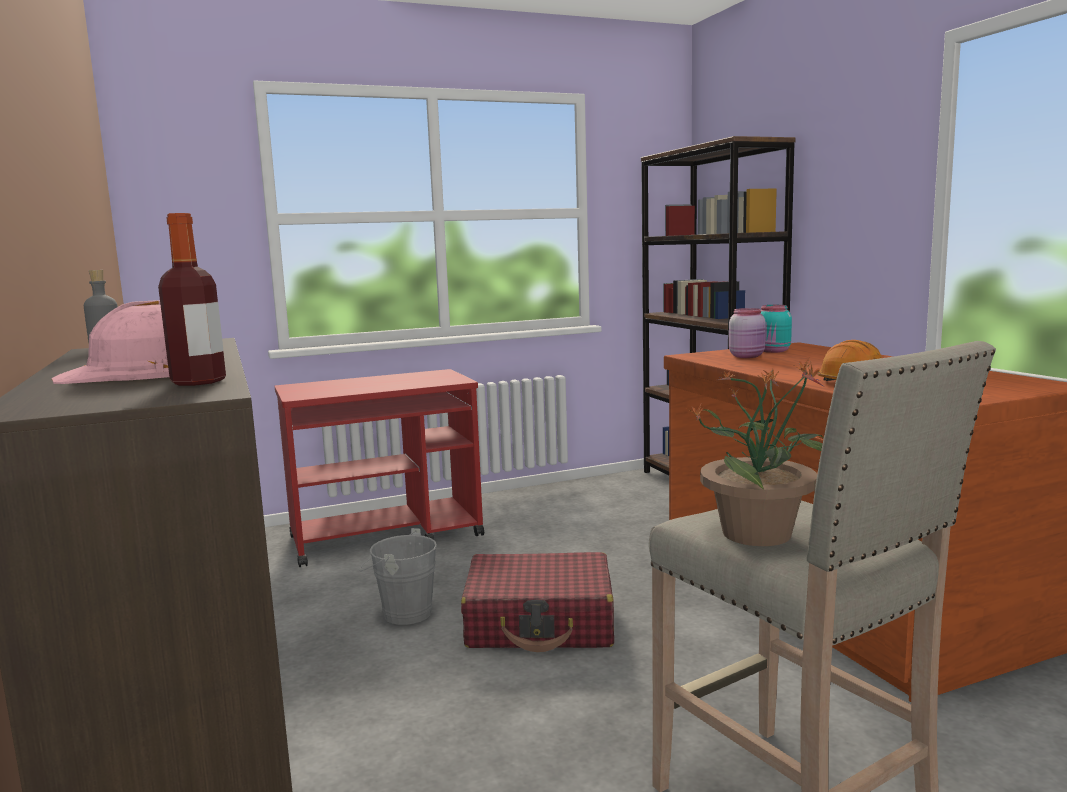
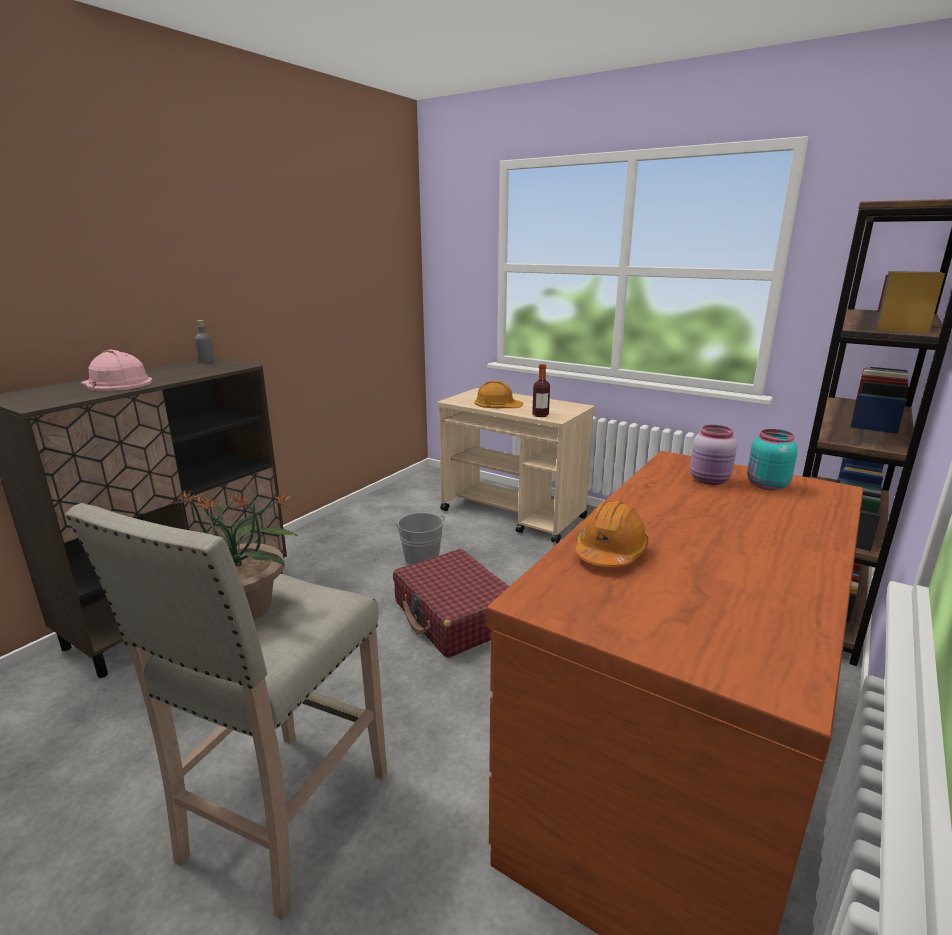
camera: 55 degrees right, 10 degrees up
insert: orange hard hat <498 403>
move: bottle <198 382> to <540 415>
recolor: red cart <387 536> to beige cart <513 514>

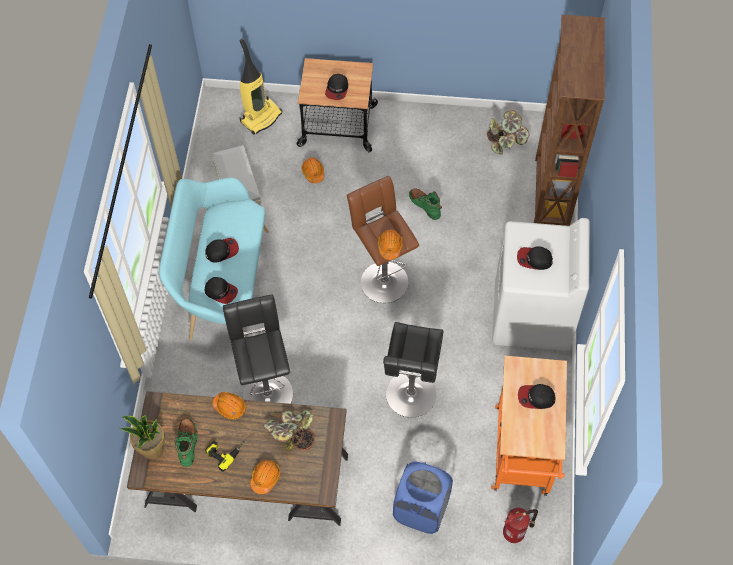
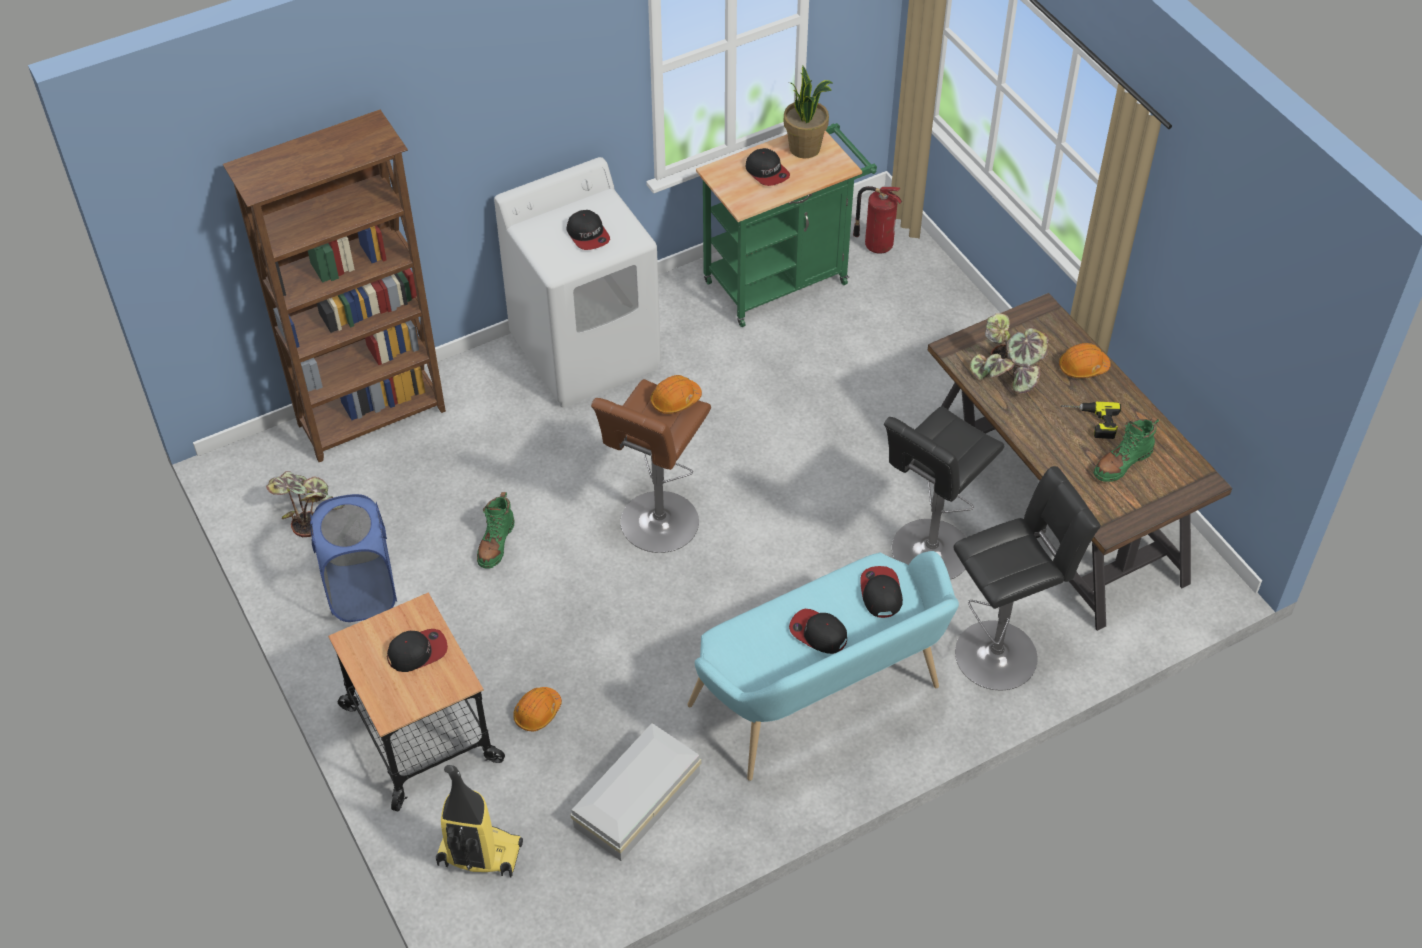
camera: 125 degrees left, 10 degrees down
delete: orange hard hat <230 407>
move: black stool <410 398> to <1001 652>; potted plant <152 448> to <805 148>; blue laundry basket <421 510> to <362 592>
recolor: orange cart <521 456> to green cart <783 278>

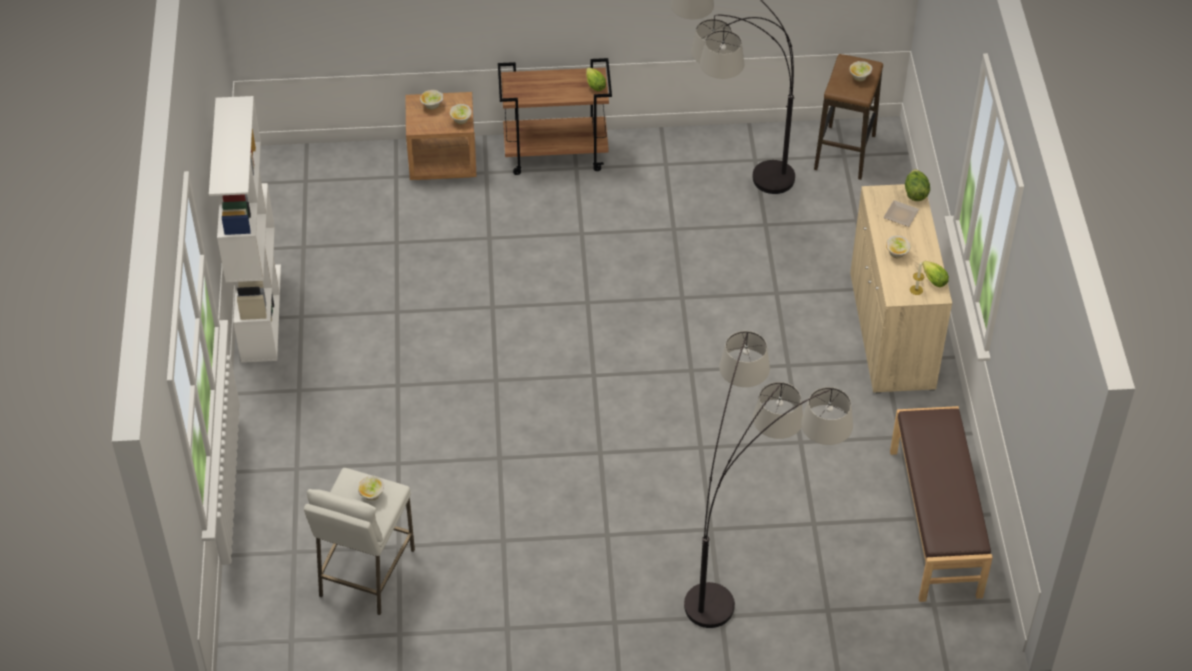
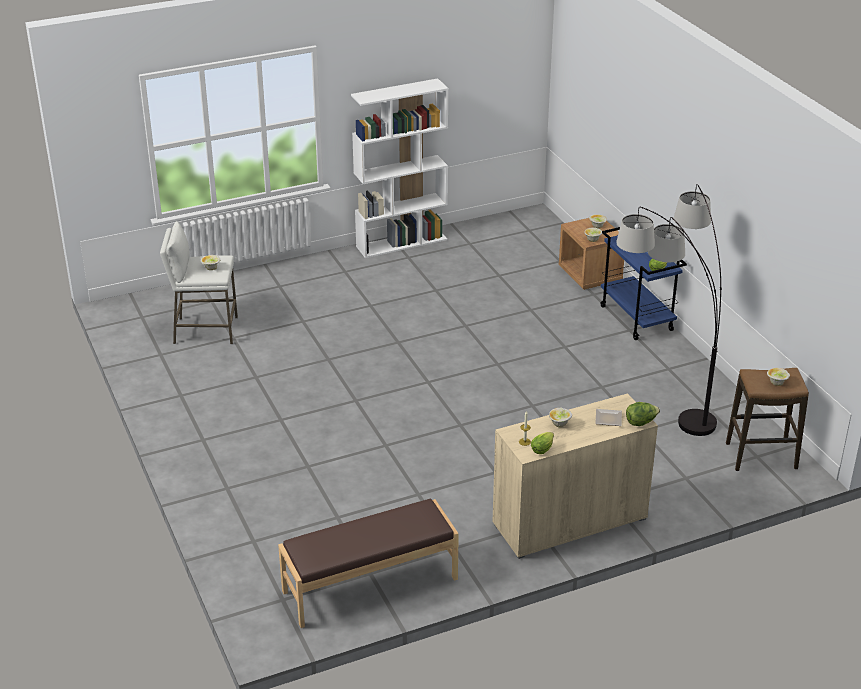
camera: 70 degrees right, 15 degrees down
delete: floor lamp <749 569>
recolor: brown cart <556 154> to blue cart <637 318>

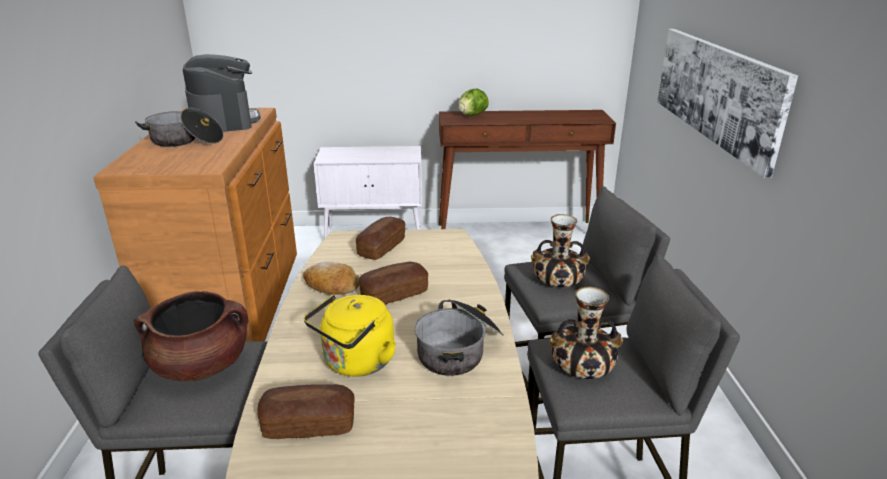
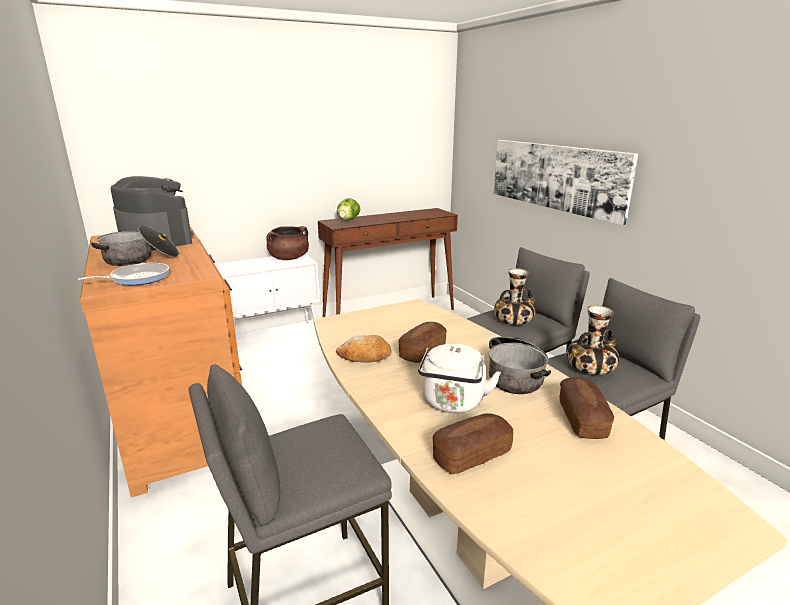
camera: 25 degrees left, 5 degrees down
insert: frying pan <137 278>
move: bread <382 247> to <582 419>; brown cooking pot <202 365> to <289 258>
recolor: yellow kettle <356 363> to white kettle <453 403>

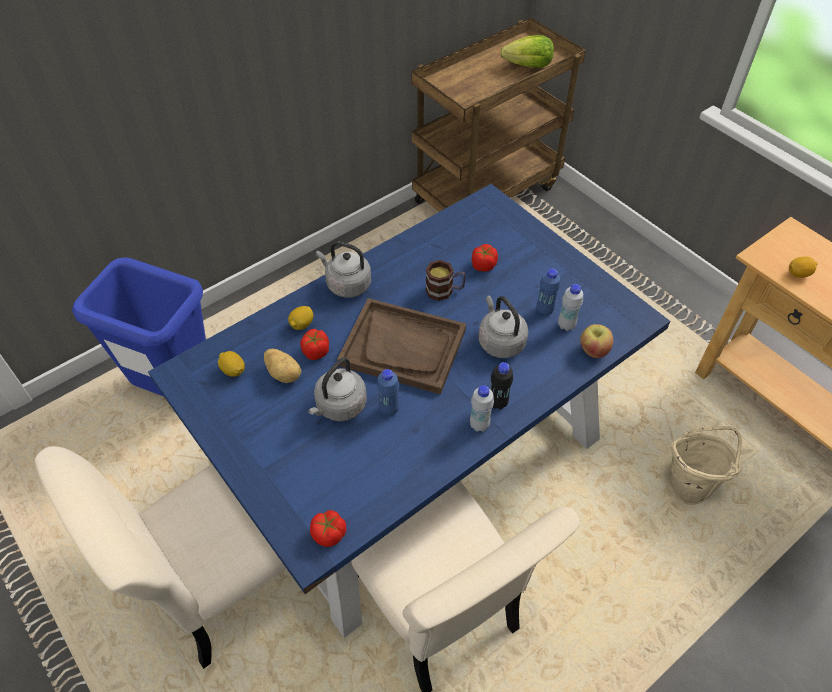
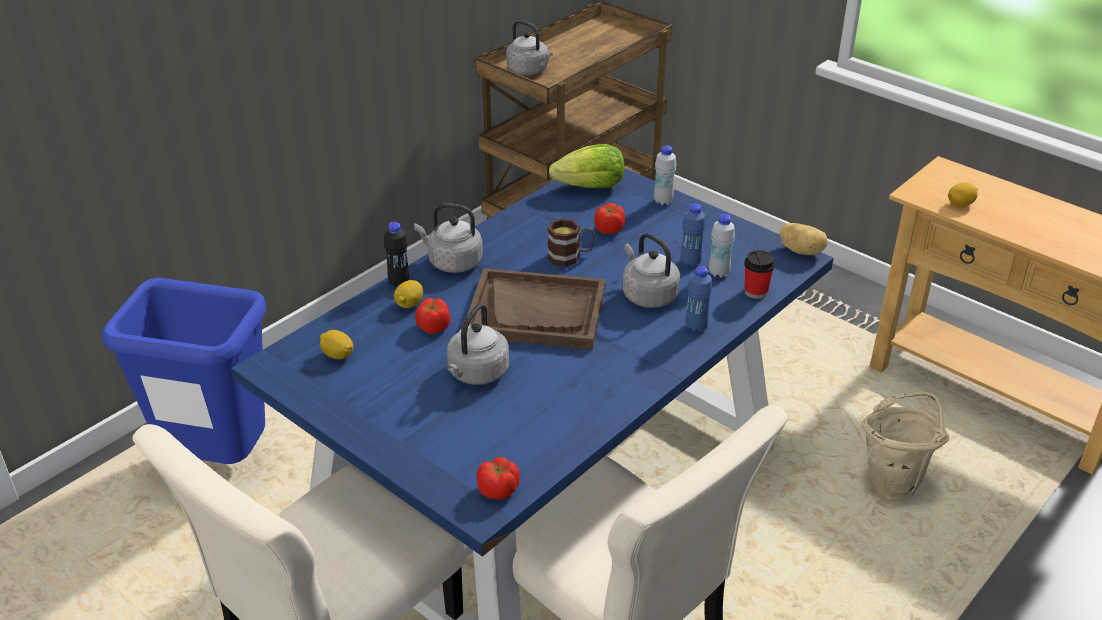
camera: 10 degrees left, 15 degrees down
insert: grey kettle <529 71>
move: lettuce <528 66> to <591 187>; potato <284 373> to <802 251>; black bottle <498 403> to <399 281>; blue bottle <389 409> to <696 327>; white bottle <479 425> to <663 201>
replace: apple <593 350> to cup <756 292>

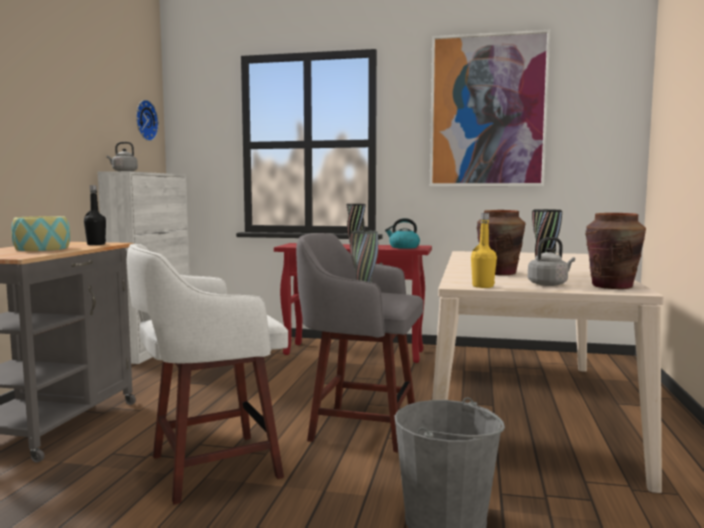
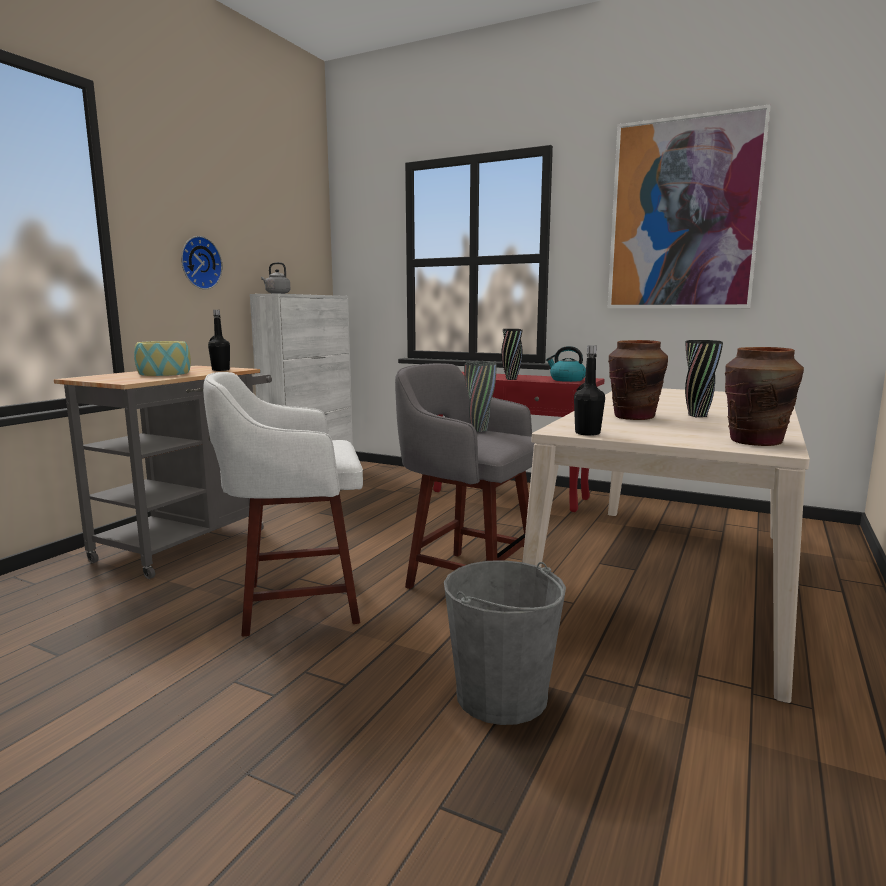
camera: 15 degrees right, 5 degrees up
delete: grey kettle <549 284>
move: wall clock <144 120> to <199 263>
recolor: yellow bottle <483 286> to black bottle <587 433>

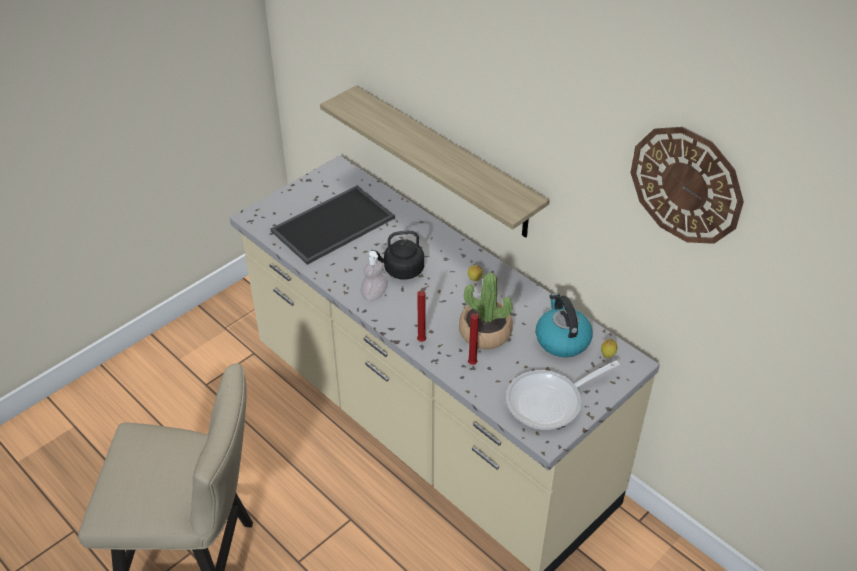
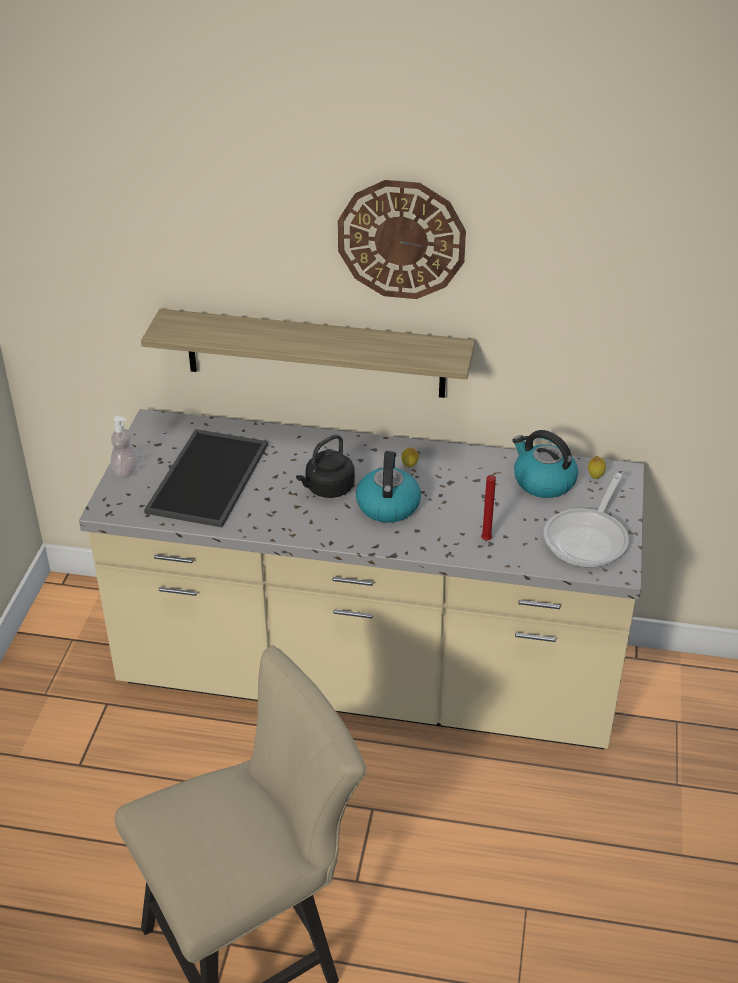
camera: 35 degrees left, 5 degrees down
delete: potted plant <485 332>; red candle <423 340>
insert: kettle <387 505>
move: wall clock <686 185> to <401 239>; soap dispenser <374 294> to <125 471>

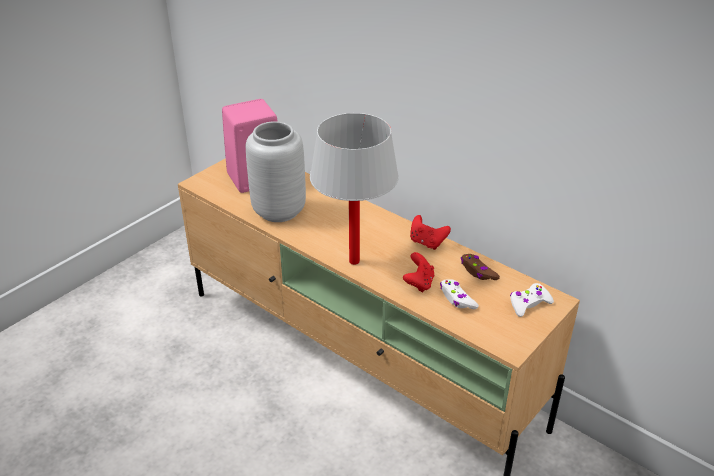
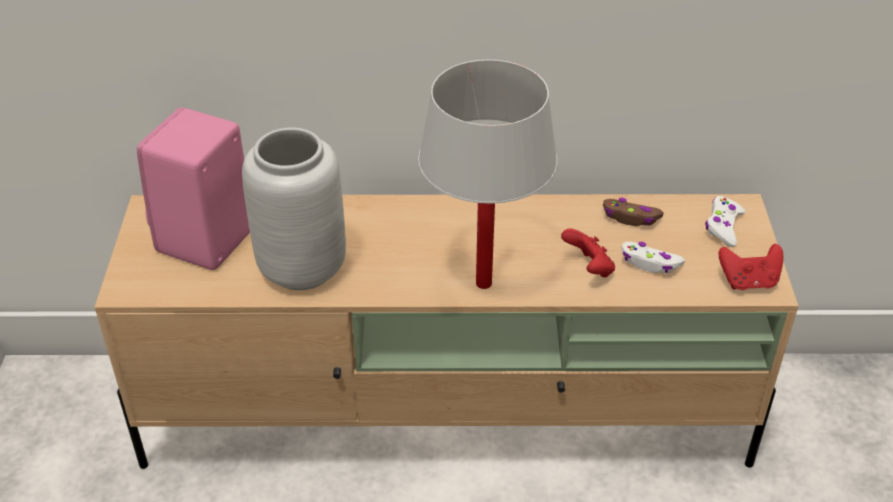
camera: 40 degrees left, 5 degrees up
move: red game controller <427 243> to <748 281>

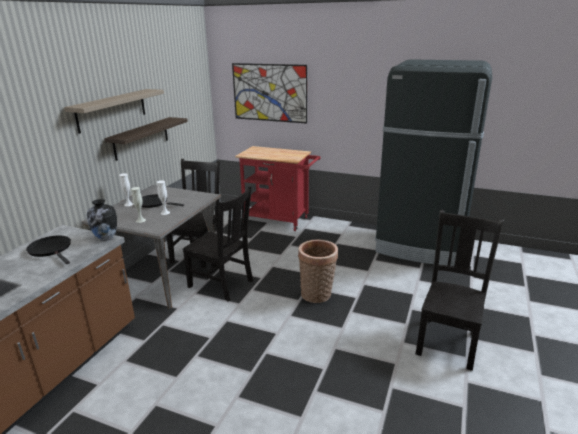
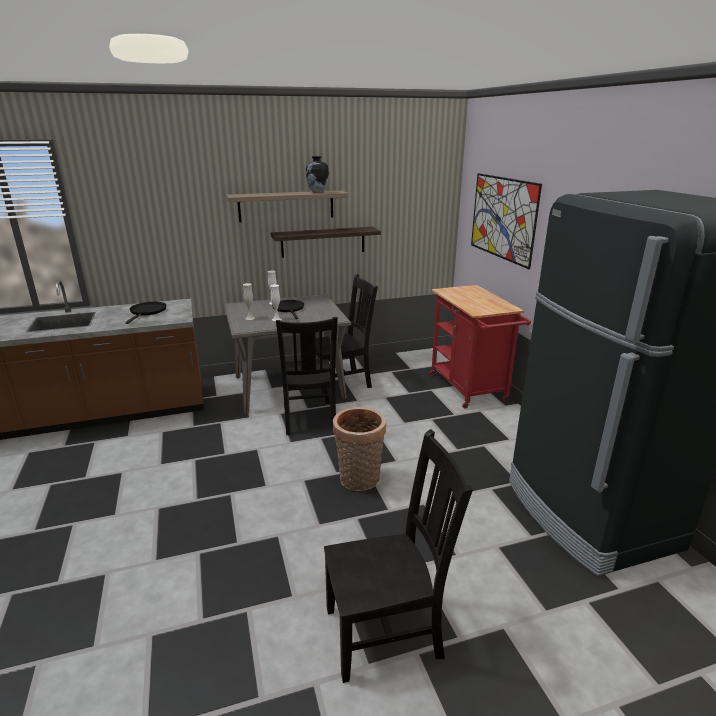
camera: 50 degrees right, 0 degrees up
move: vase <106 238> to <317 192>

